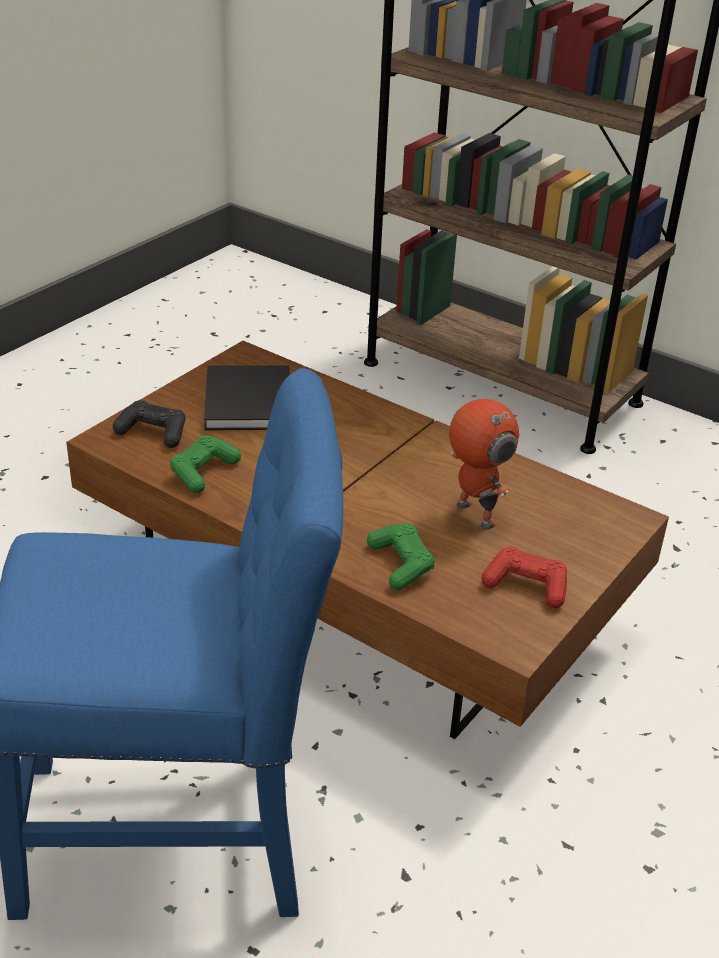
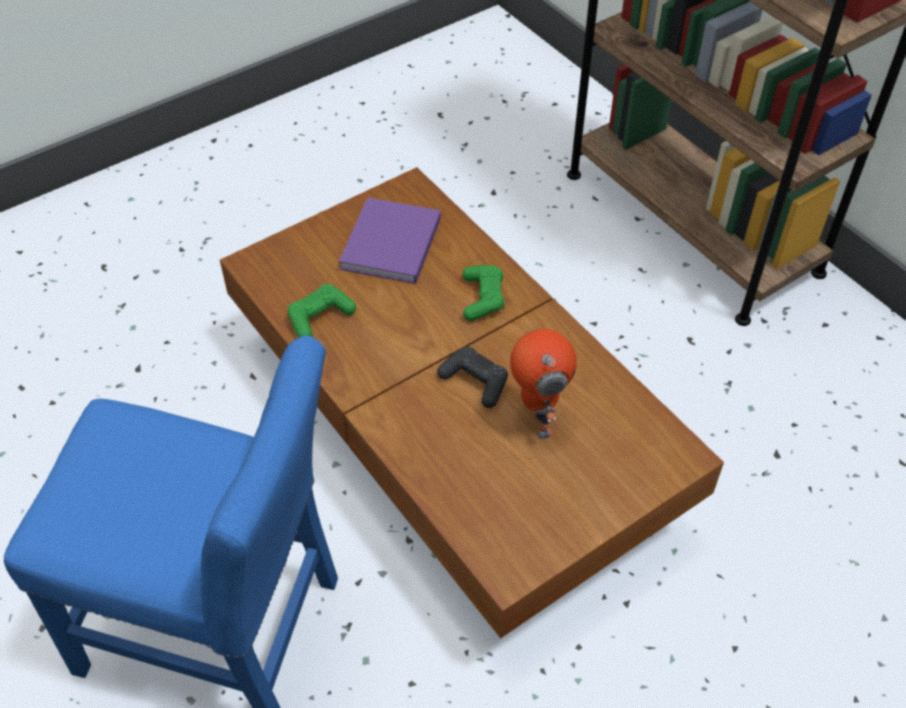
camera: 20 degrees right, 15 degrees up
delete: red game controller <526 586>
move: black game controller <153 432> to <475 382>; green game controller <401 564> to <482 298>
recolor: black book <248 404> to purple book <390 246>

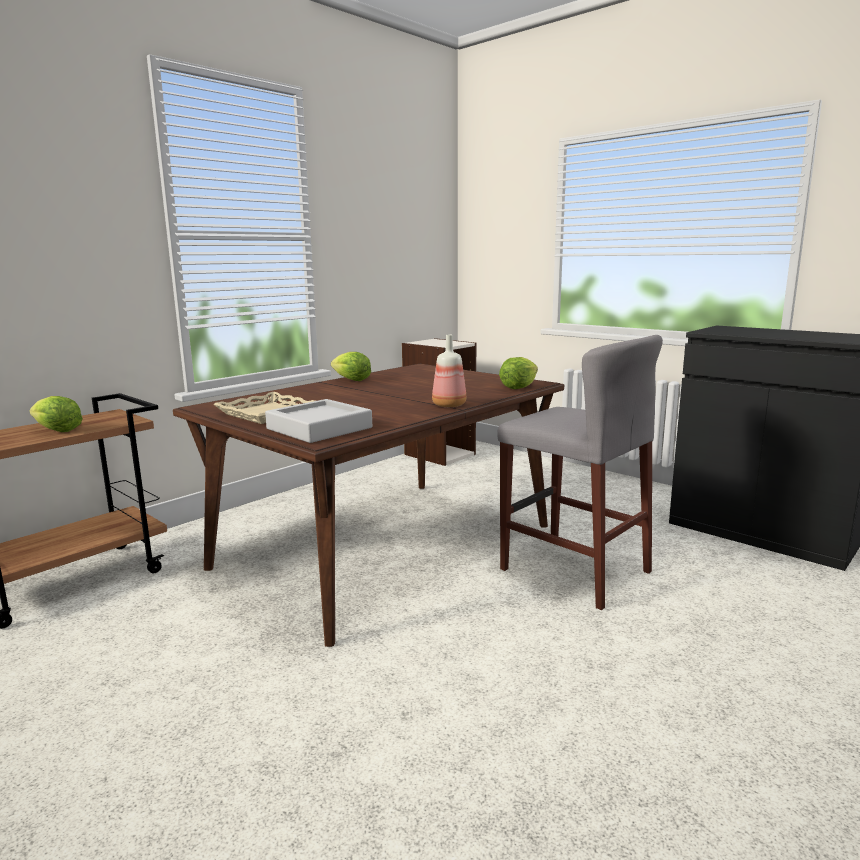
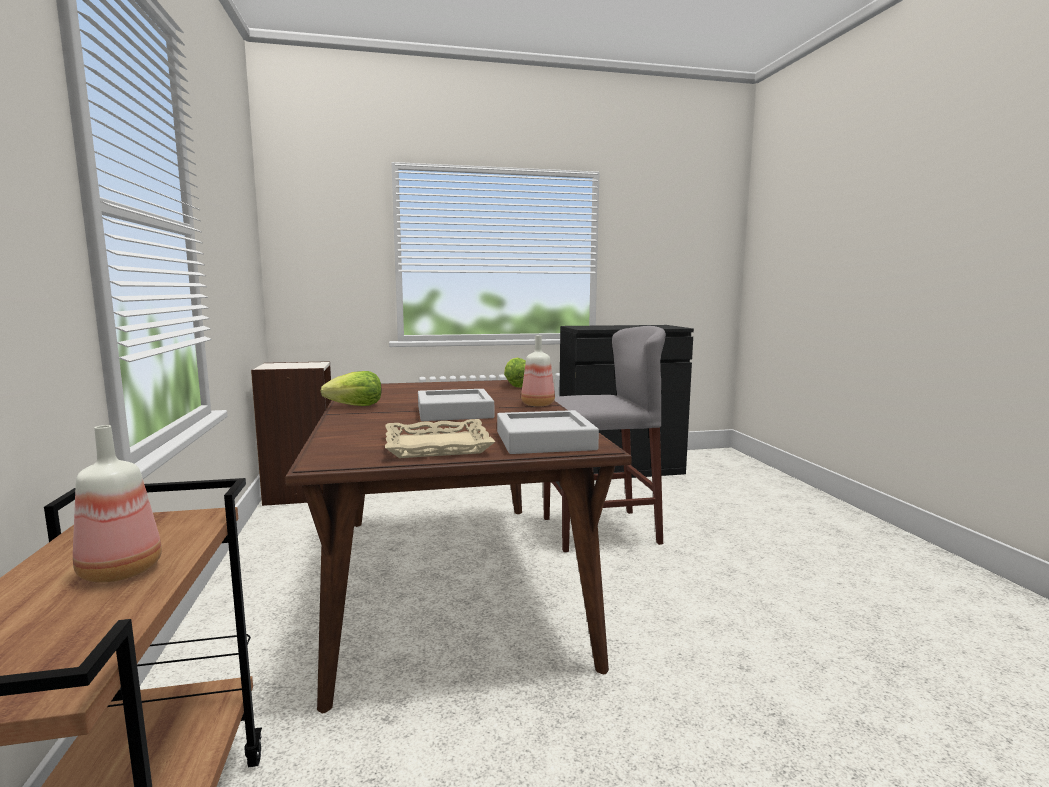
camera: 55 degrees left, 5 degrees down
insert: grey tray <454 412>
replace: lettuce <57 431> to bottle <123 572>

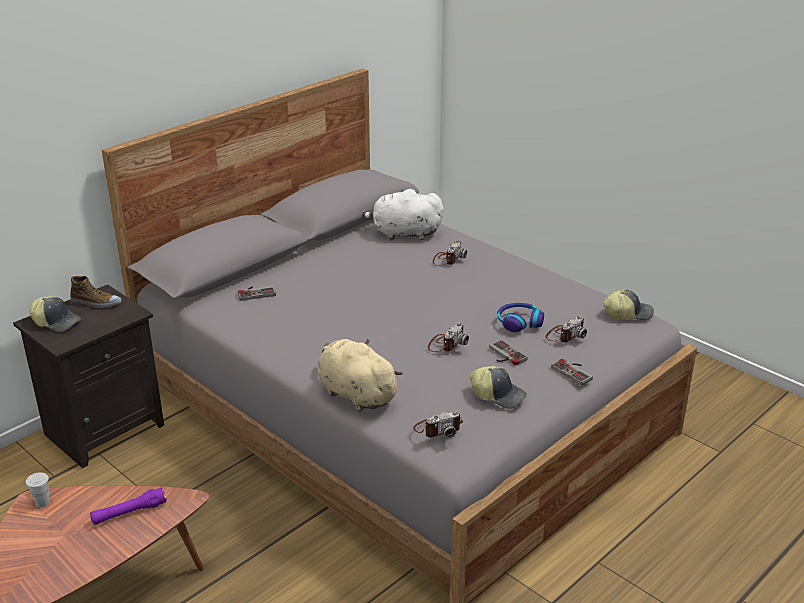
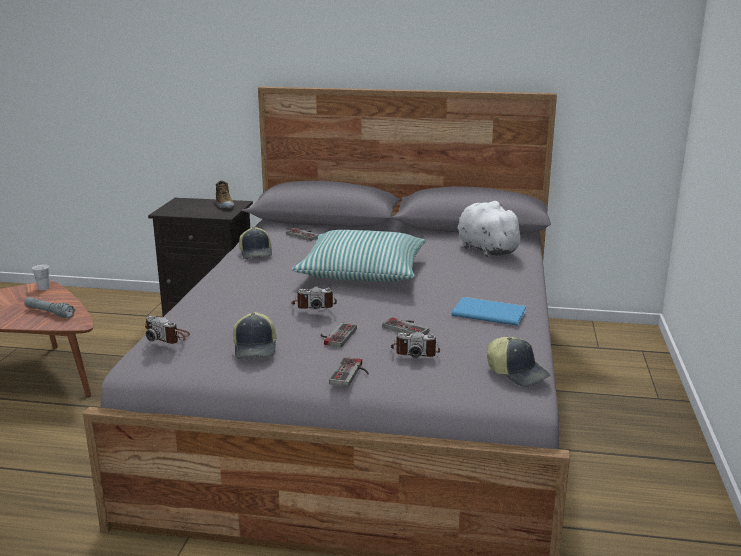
camera: 55 degrees right, 10 degrees down
delete: photo camera <447 259>; beige plush toy <355 394>
insert: pillow <362 272>; blue book <487 312>
move: cap <57 322> to <256 253>
replace: headphones <519 322> to game controller <408 327>
recolor: purple flashlight <129 513> to grey flashlight <49 313>

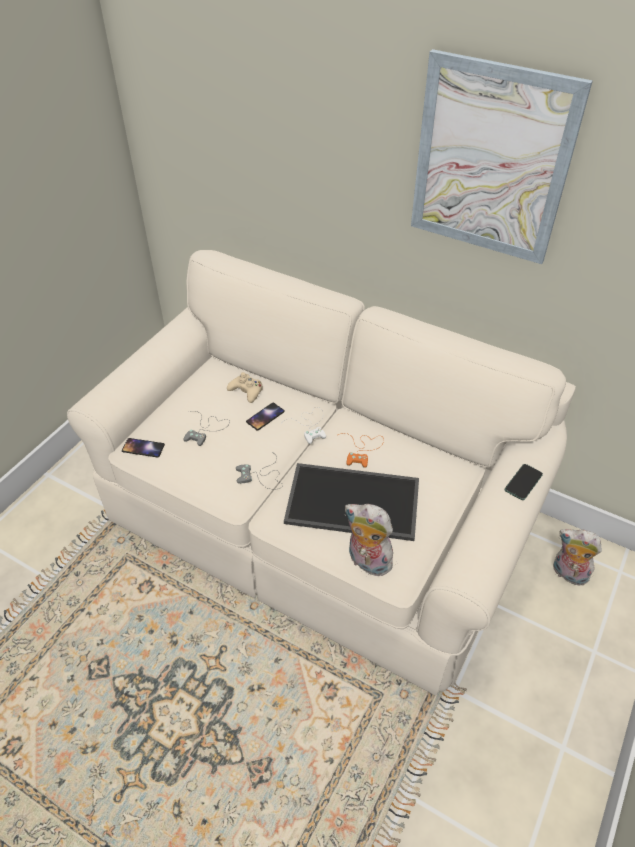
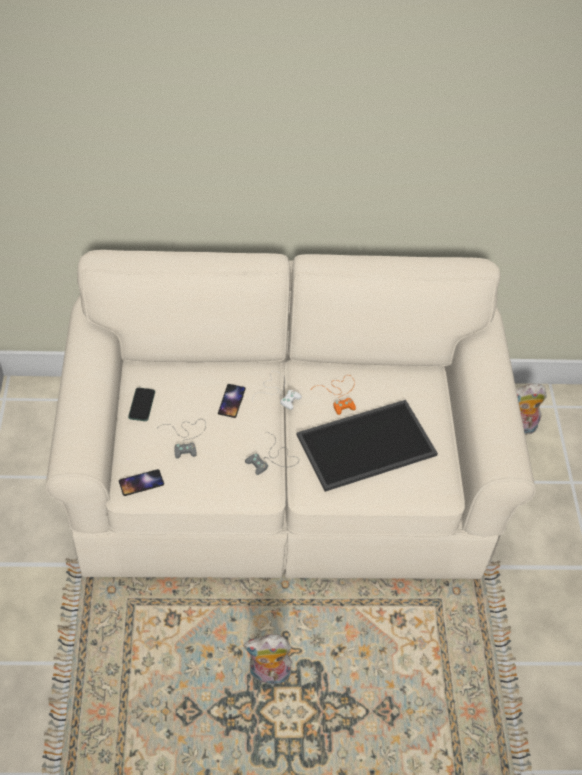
camera: 35 degrees left, 5 degrees up
delete: picture <491 161>; beige game controller <246 391>
move: phone <523 482> to <141 405>; plush toy <367 562> to <268 674>

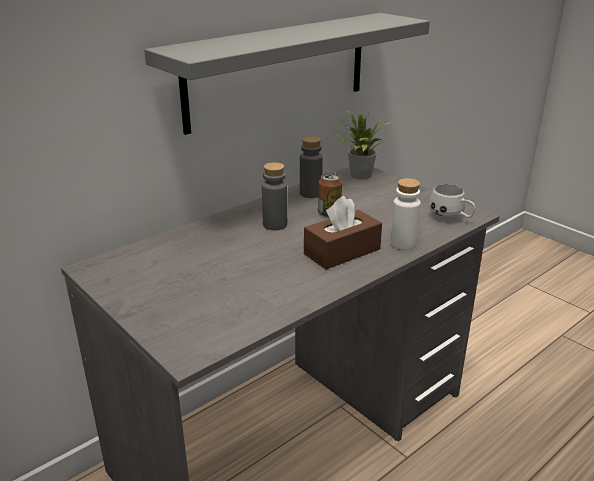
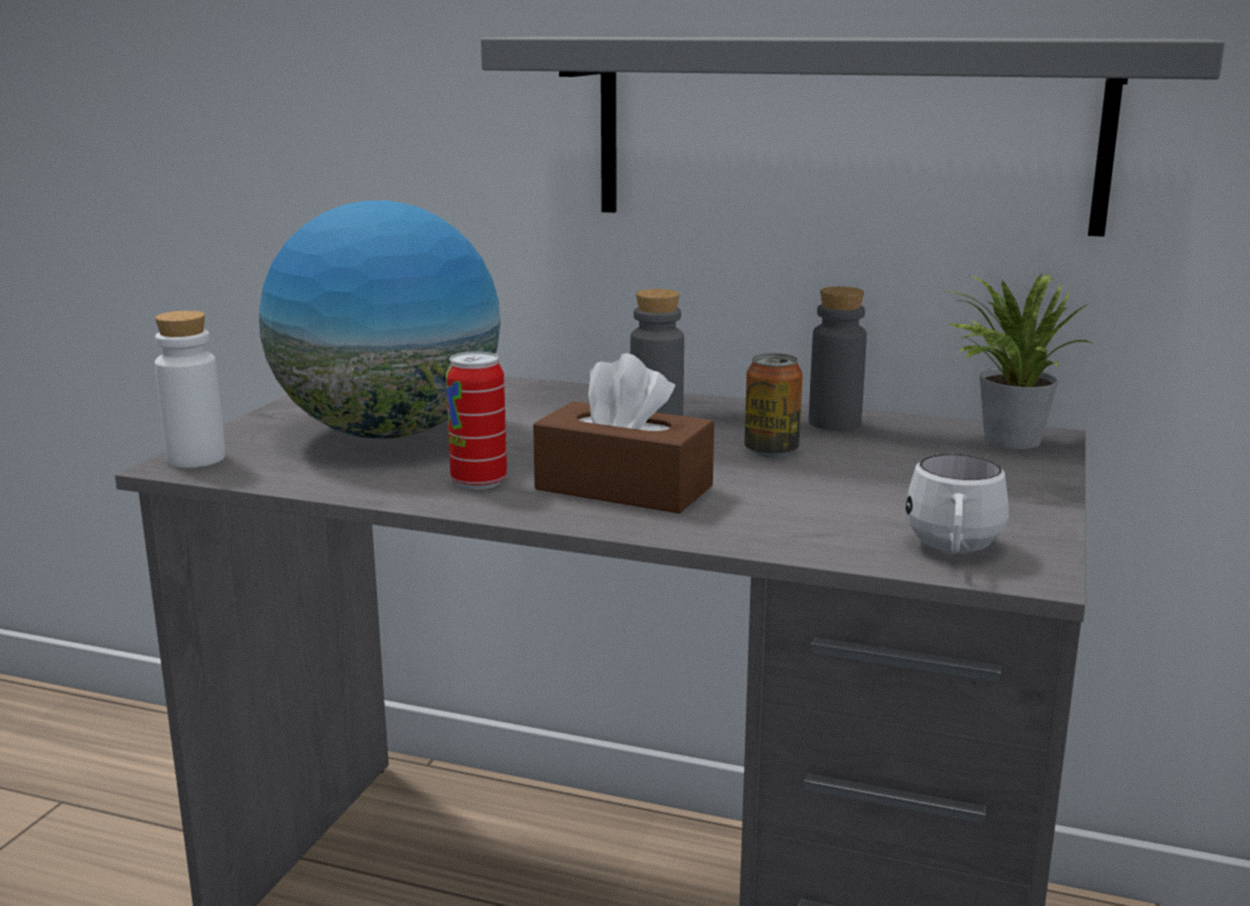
camera: 60 degrees right, 10 degrees down
insert: globe <387 433>; can <479 482>
move: white bottle <403 243> to <196 458>

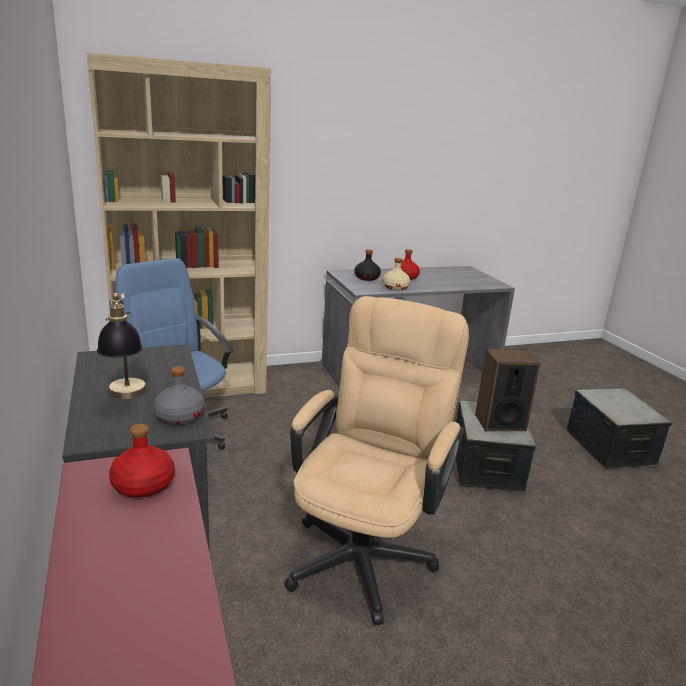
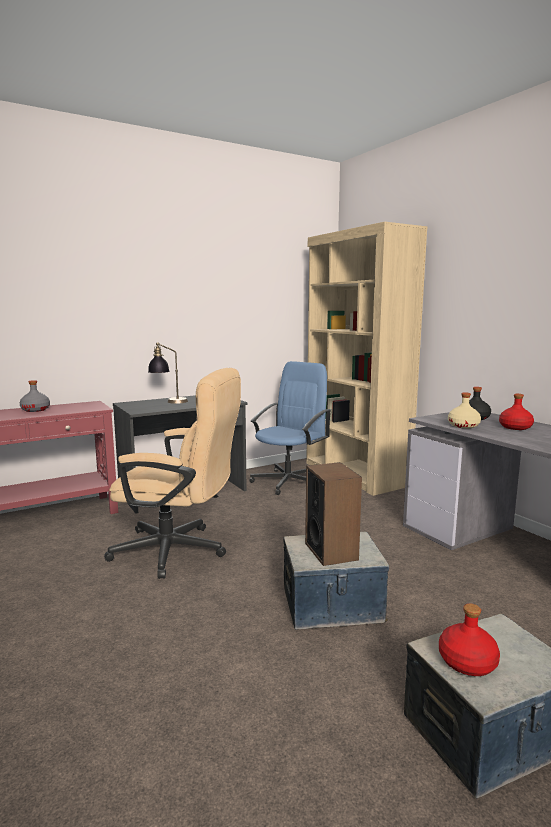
camera: 80 degrees right, 10 degrees down
move: grey bottle <179 416> to <35 410>; red bottle <143 485> to <467 662>

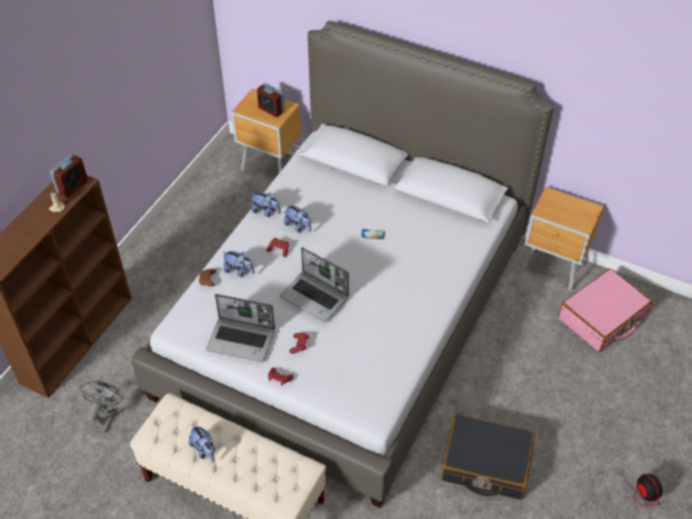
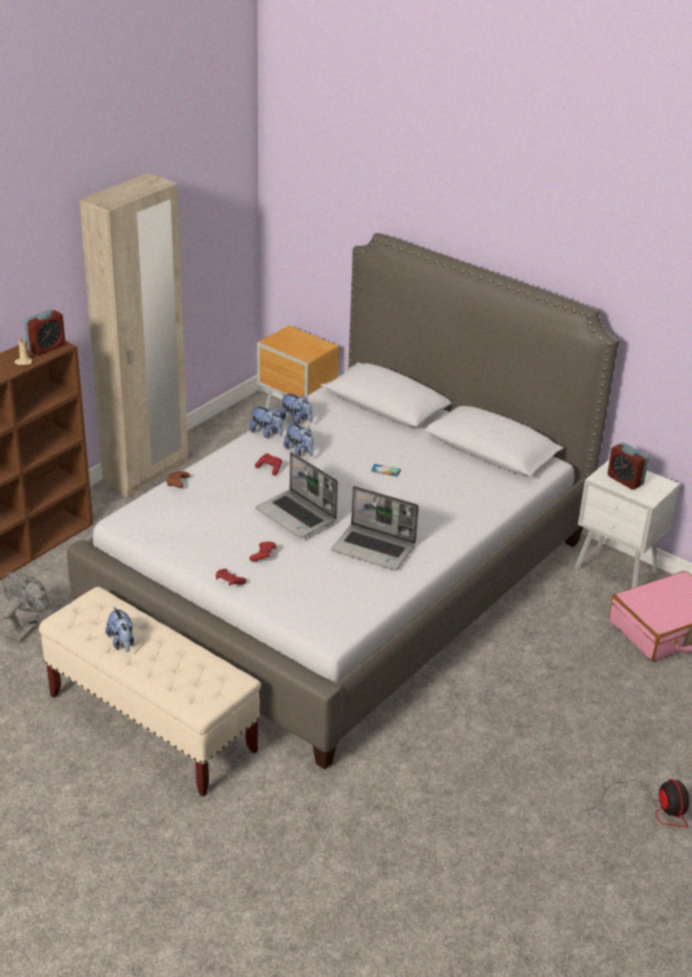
camera: 10 degrees right, 15 degrees down
delete: black suitcase <486 464>
insert: beige wardrobe <146 474>
move: alarm clock <271 110> to <625 480>; plush toy <239 271> to <296 420>; laptop <242 340> to <374 548>
recolor: brown nightstand <553 270> to white nightstand <616 572>

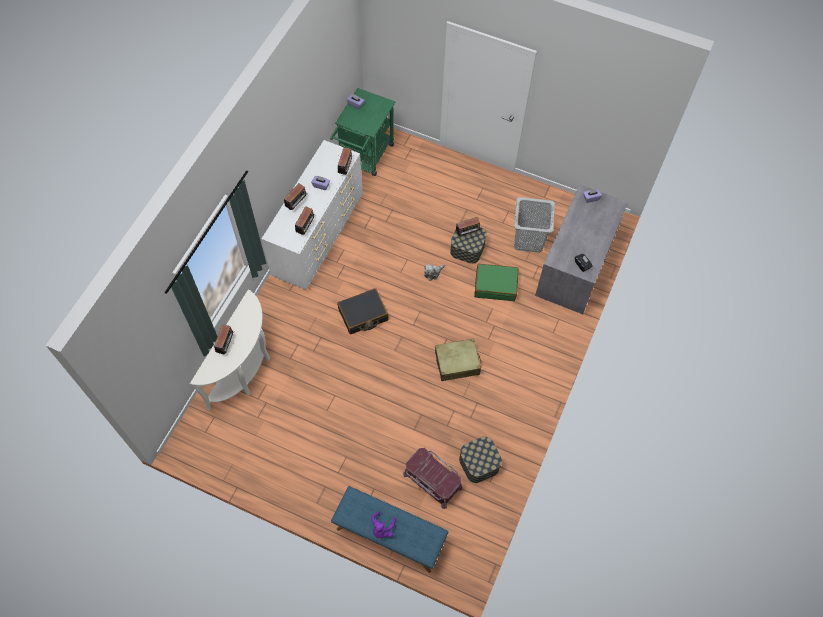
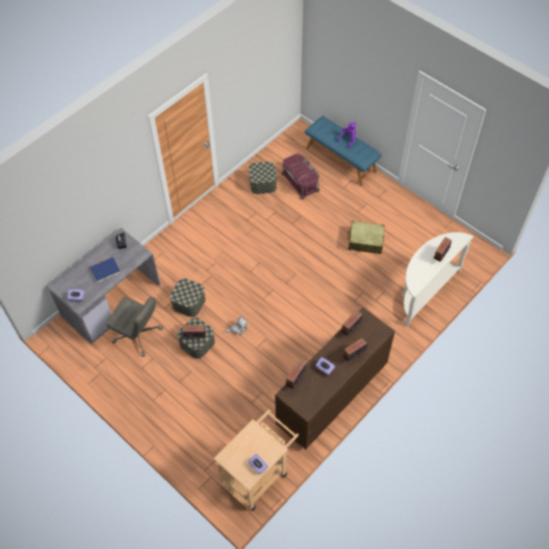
camera: 160 degrees left, 5 degrees down
delete: black suitcase <363 315>
insert: blue book <105 270>
move: beige suitcase <457 363> to <365 241>
replace: grey laundry basket <528 239> to grey office chair <138 335>; green suitcase <495 285> to storage box <189 302>
recolor: green cart <364 157> to beige cart <258 473>; white dresser <319 236> to brown dresser <331 395>

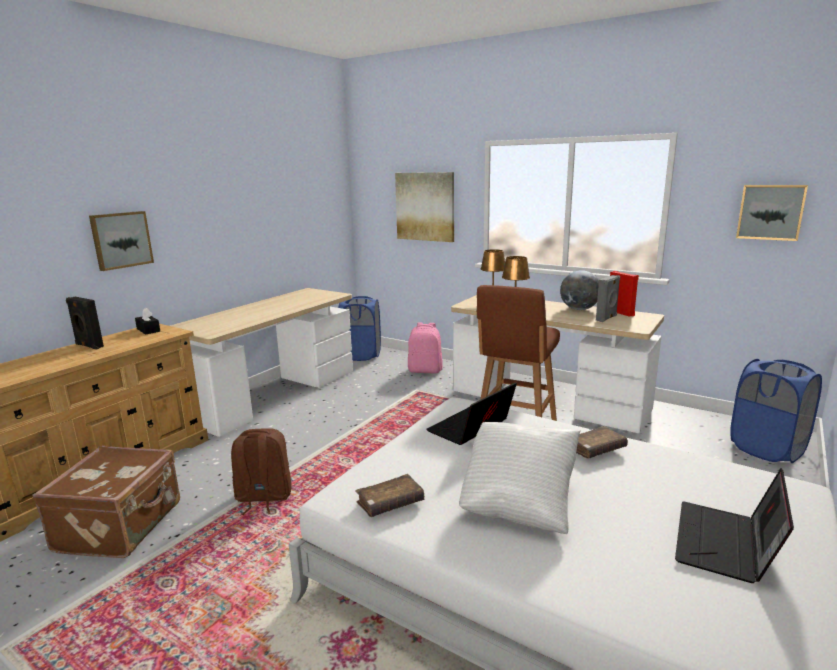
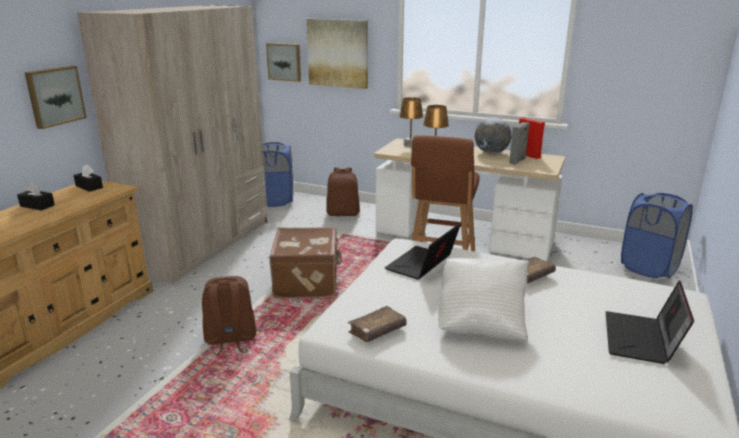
camera: 10 degrees left, 5 degrees up
move: picture <770 212> to <284 62>; brown suitcase <122 526> to <308 282>
replace: desk <275 395> to beige wardrobe <203 244>; black speaker <88 346> to black tissue box <37 206>
recolor: pink backpack <425 370> to brown backpack <343 213>

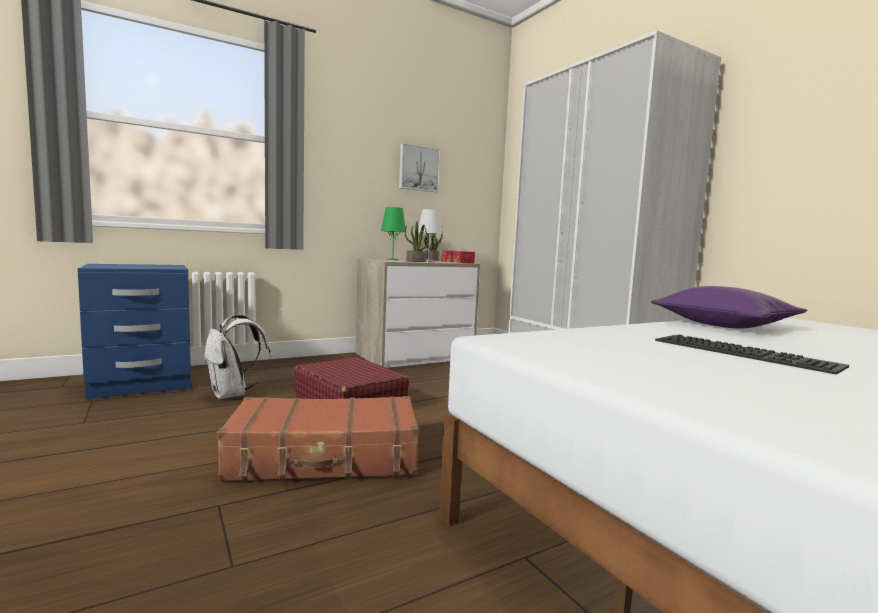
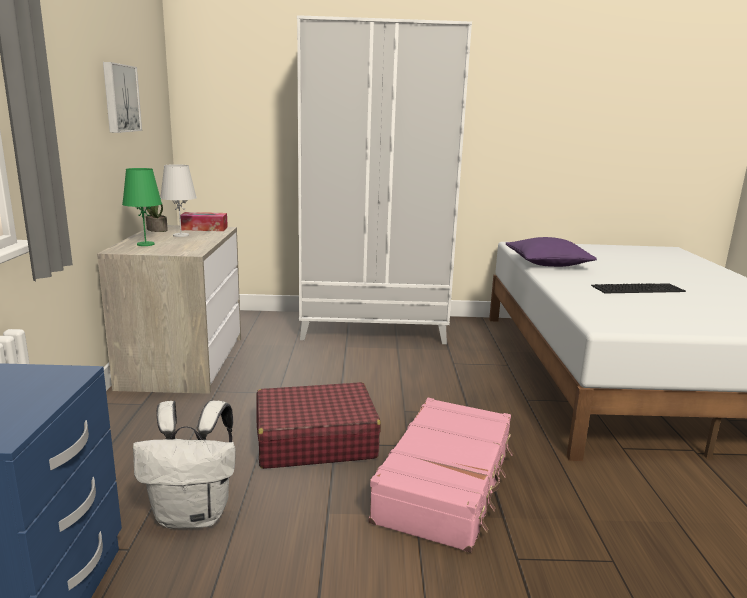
camera: 60 degrees left, 10 degrees up
delete: potted plant <416 261>
recolor: brown suitcase <325 457> to pink suitcase <446 484>

